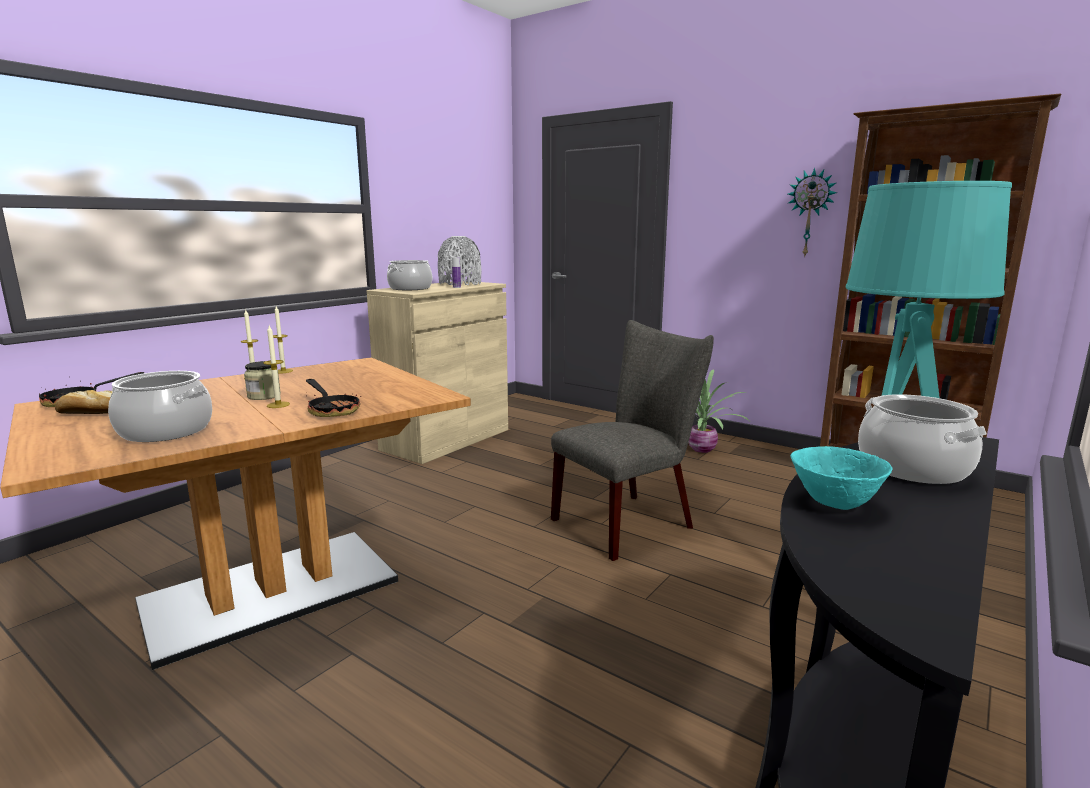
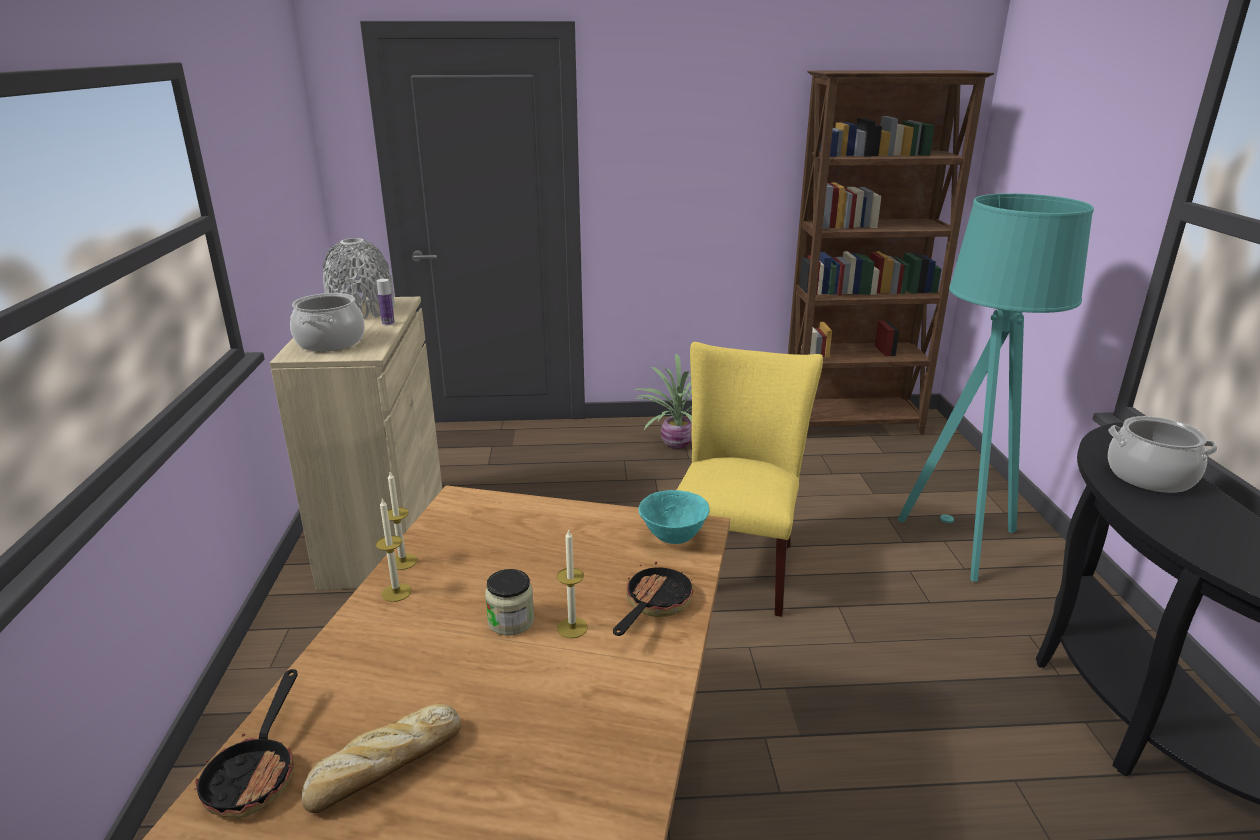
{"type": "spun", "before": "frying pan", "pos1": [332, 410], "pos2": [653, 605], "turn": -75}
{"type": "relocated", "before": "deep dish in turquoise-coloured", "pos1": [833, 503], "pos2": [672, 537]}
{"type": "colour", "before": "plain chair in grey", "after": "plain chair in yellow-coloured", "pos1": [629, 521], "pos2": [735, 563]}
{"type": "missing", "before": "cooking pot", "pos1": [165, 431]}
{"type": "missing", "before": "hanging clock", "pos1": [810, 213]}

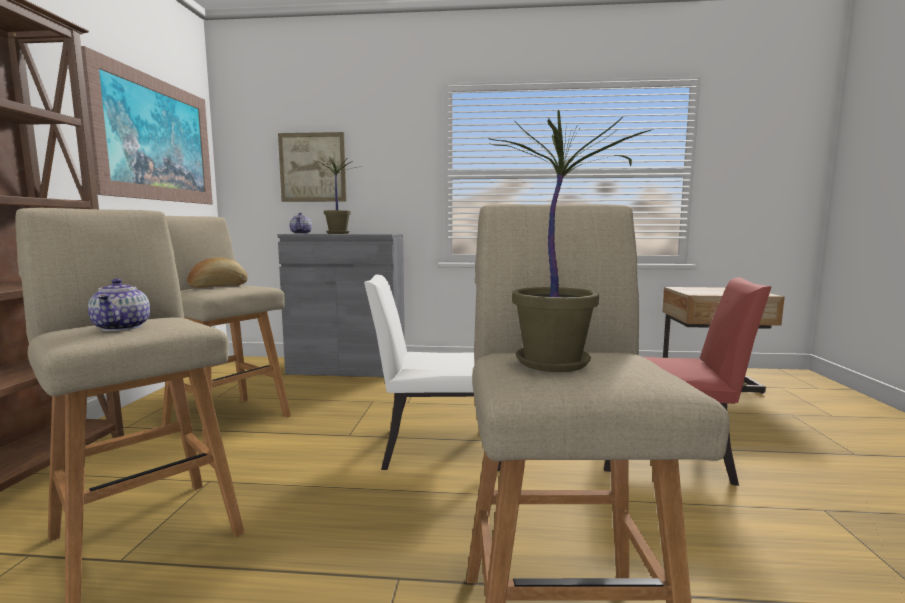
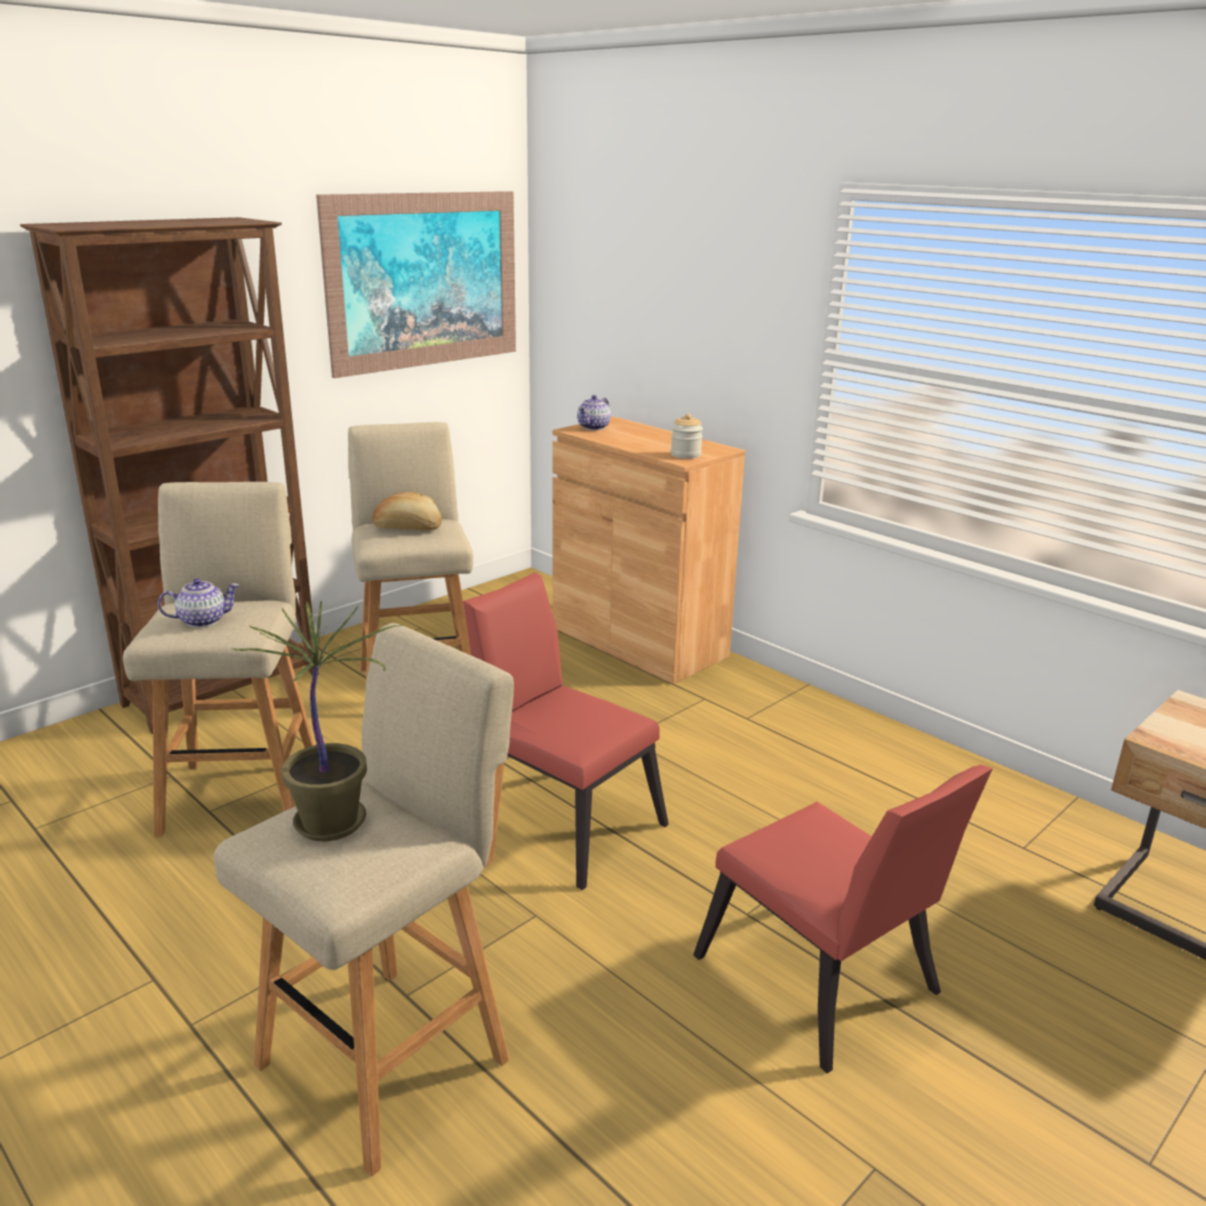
{"type": "spun", "before": "tea pot", "pos1": [122, 327], "pos2": [202, 620], "turn": -135}
{"type": "colour", "before": "plain chair in whitish", "after": "plain chair in red", "pos1": [432, 446], "pos2": [560, 819]}
{"type": "colour", "before": "cupboard in grey", "after": "cupboard in brownish", "pos1": [347, 367], "pos2": [638, 642]}
{"type": "appeared", "after": "preserve jar", "pos2": [685, 455]}
{"type": "missing", "before": "wall picture", "pos1": [312, 167]}
{"type": "missing", "before": "houseplant", "pos1": [337, 233]}

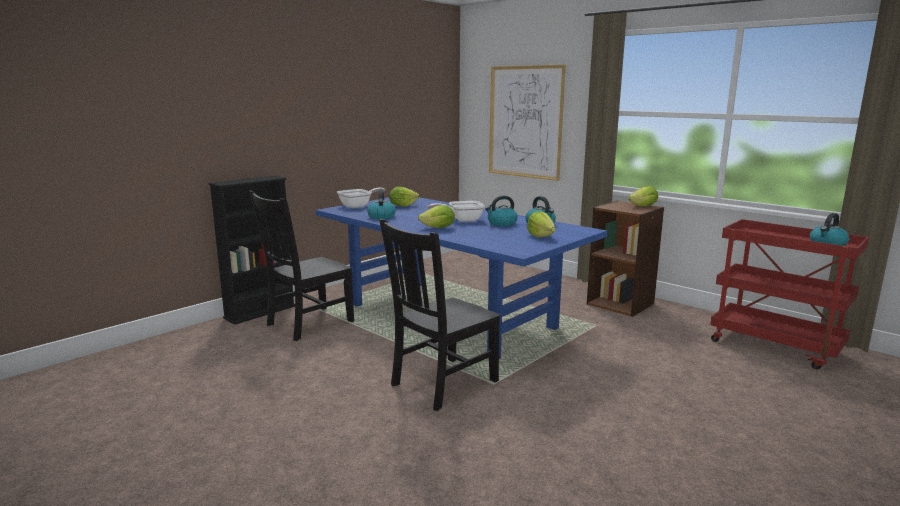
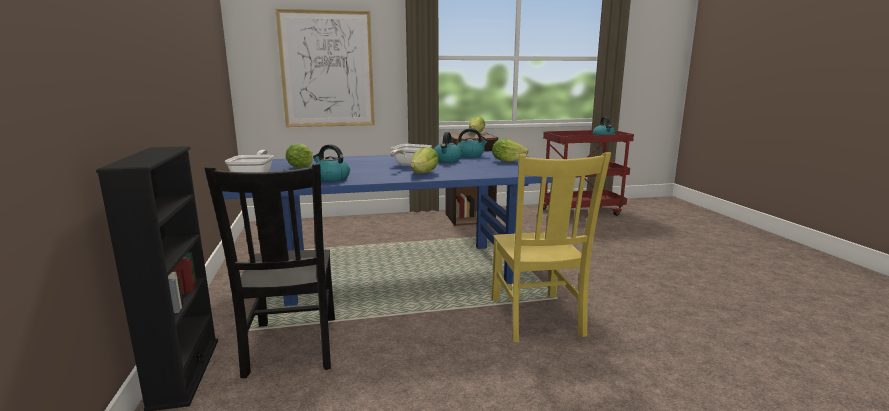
{"type": "colour", "before": "plain chair in blackish", "after": "plain chair in yellow-coloured", "pos1": [441, 384], "pos2": [536, 318]}

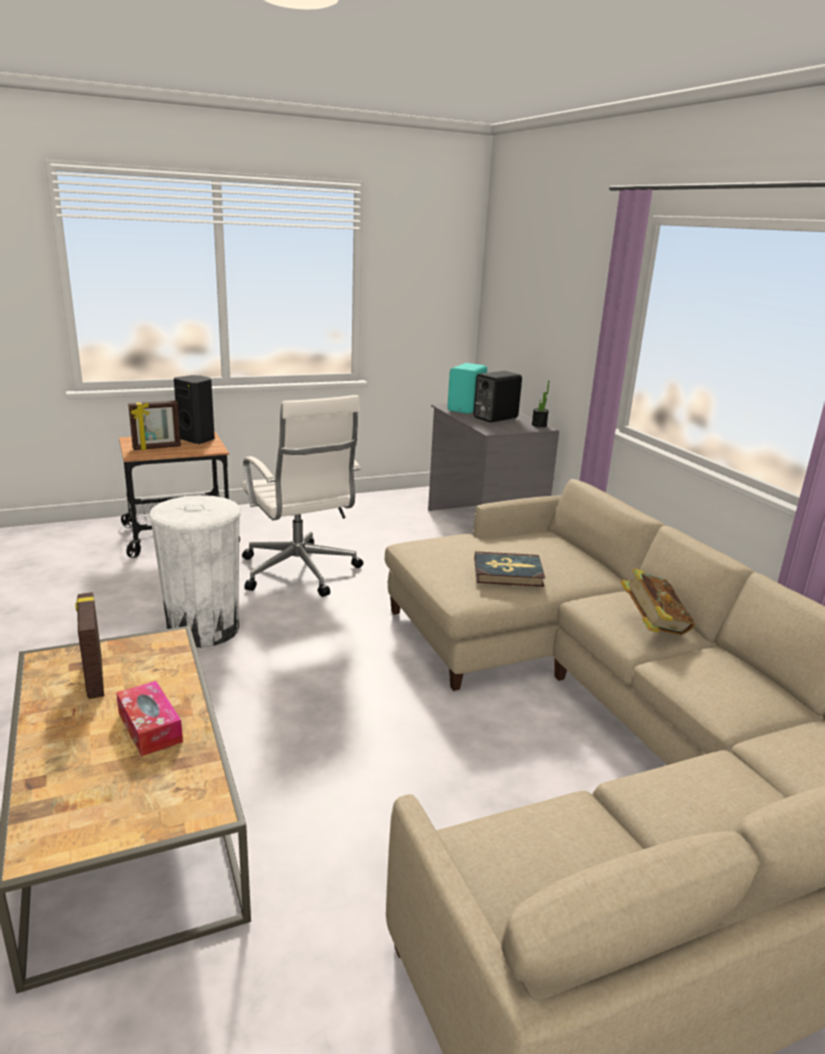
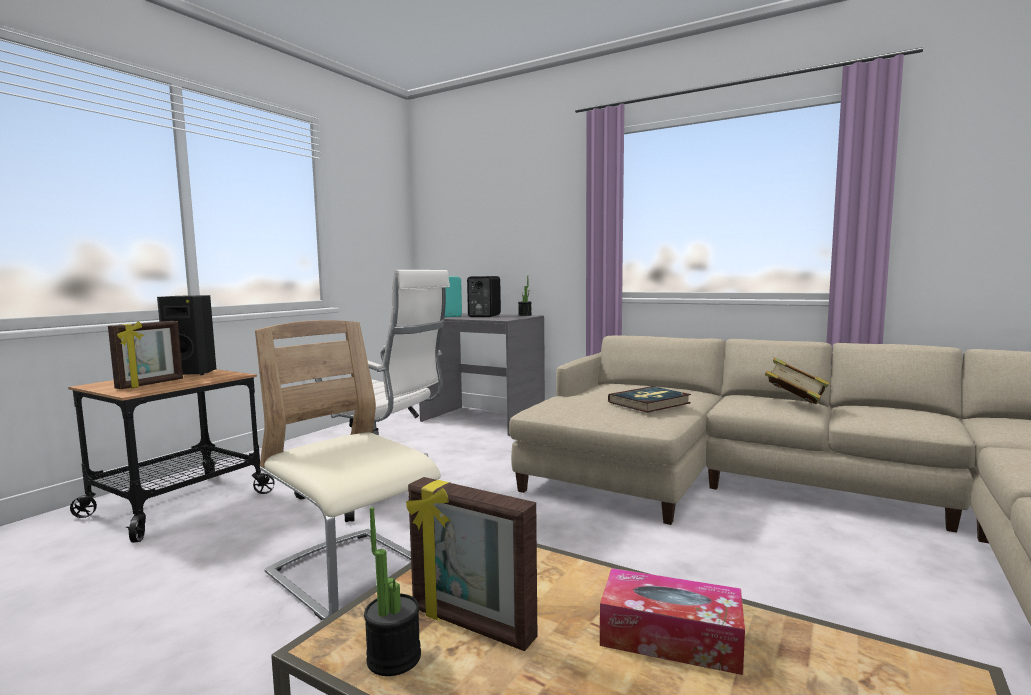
{"type": "exchanged", "before": "waste bin in whitish", "after": "plain chair in beige-coloured", "pos1": [203, 629], "pos2": [353, 574]}
{"type": "appeared", "after": "houseplant", "pos2": [394, 658]}

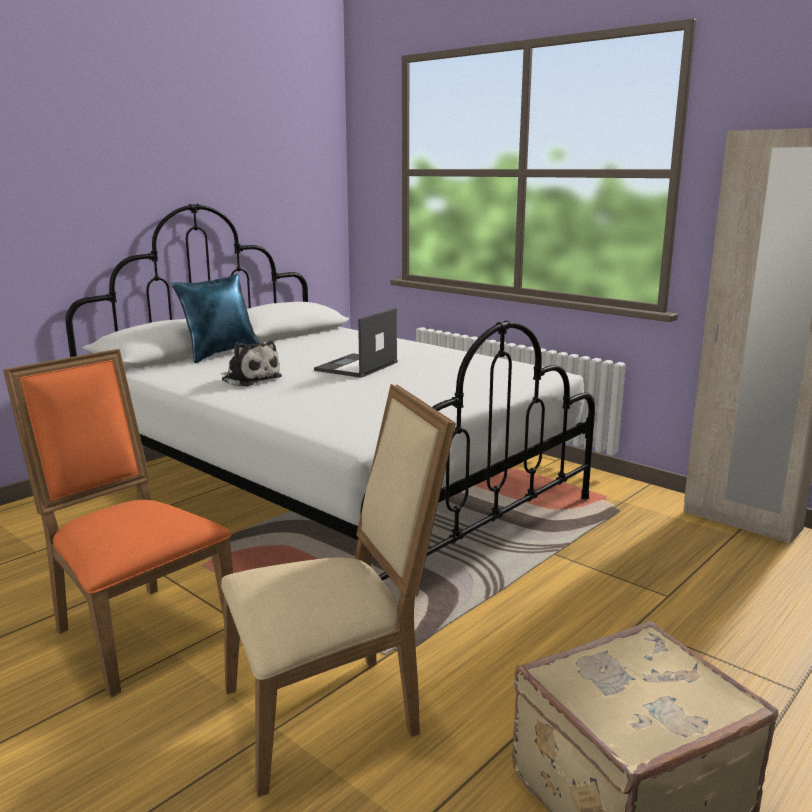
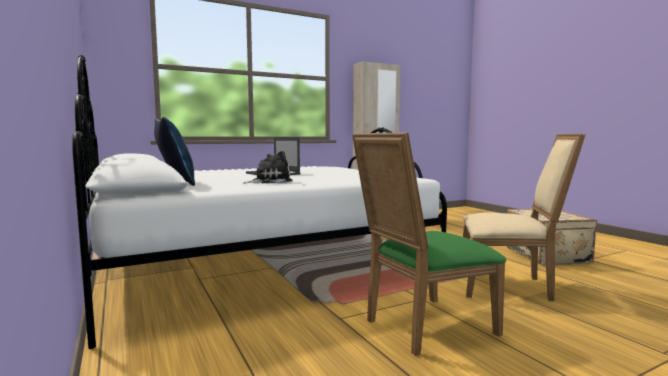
{"type": "colour", "before": "plain chair in orange-coloured", "after": "plain chair in greenish", "pos1": [136, 630], "pos2": [423, 327]}
{"type": "spun", "before": "plain chair in beige-coloured", "pos1": [332, 712], "pos2": [508, 286], "turn": 105}

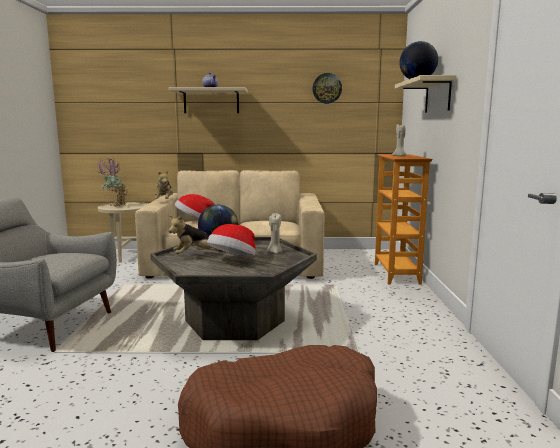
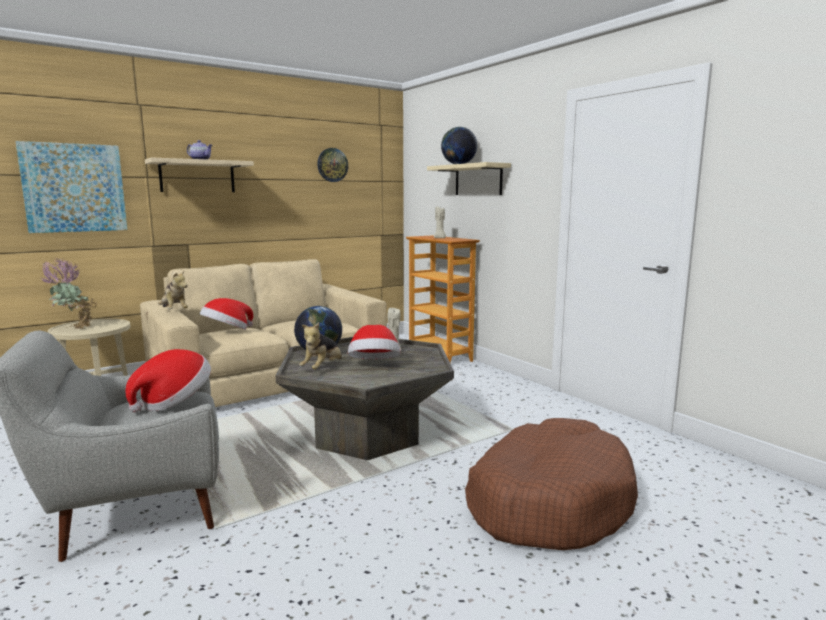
{"type": "appeared", "after": "wall picture", "pos2": [74, 188]}
{"type": "appeared", "after": "clothing hat", "pos2": [174, 402]}

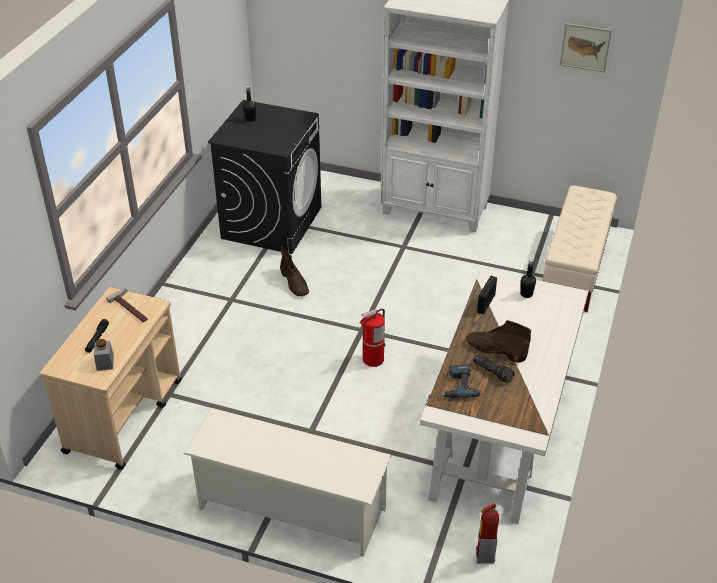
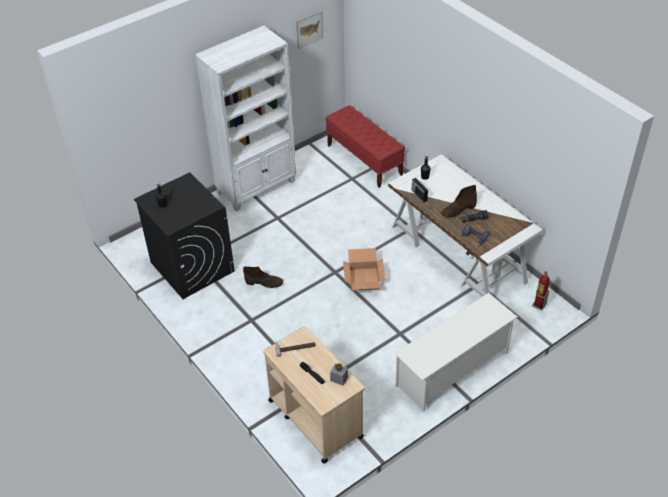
{"type": "colour", "before": "bench in beige-coloured", "after": "bench in red", "pos1": [575, 269], "pos2": [364, 160]}
{"type": "exchanged", "before": "fire extinguisher", "after": "packing box", "pos1": [373, 359], "pos2": [364, 279]}

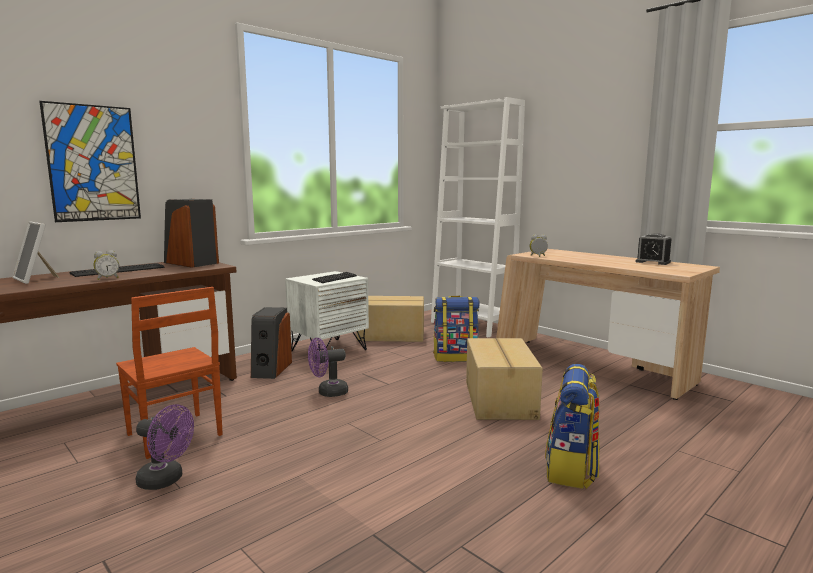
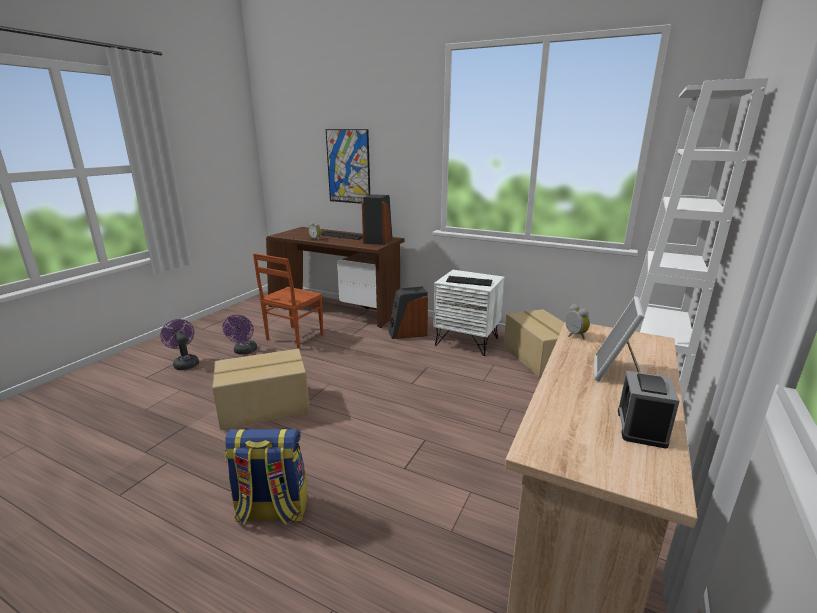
{"type": "relocated", "before": "fan in purple", "pos1": [328, 392], "pos2": [185, 363]}
{"type": "relocated", "before": "packing box", "pos1": [501, 400], "pos2": [265, 407]}
{"type": "relocated", "before": "photo frame", "pos1": [36, 279], "pos2": [615, 372]}
{"type": "missing", "before": "backpack", "pos1": [455, 357]}

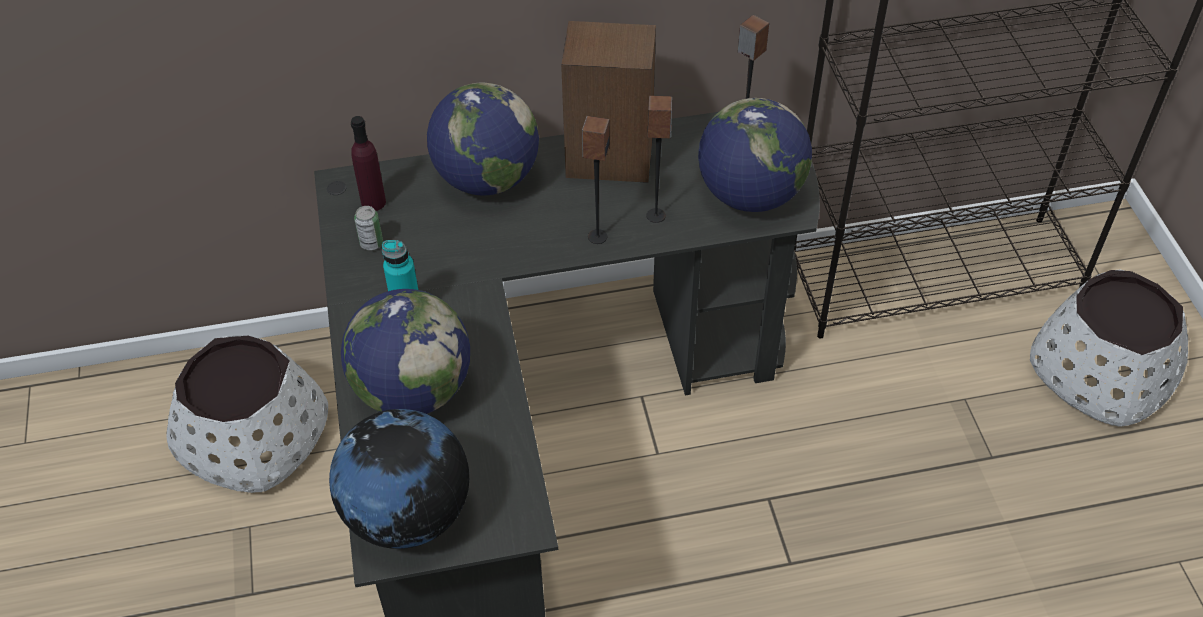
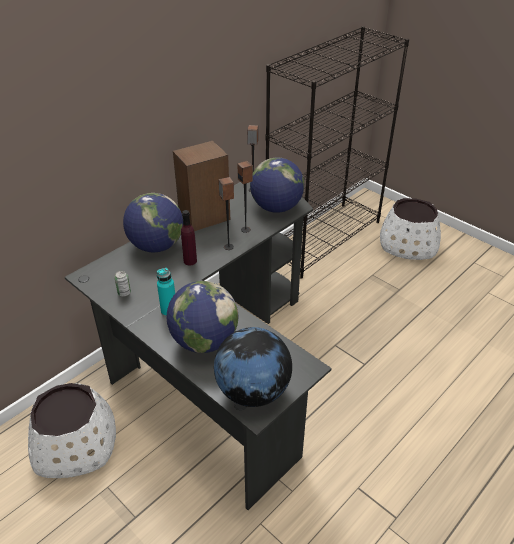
{"type": "relocated", "before": "drink bottle in purple", "pos1": [373, 202], "pos2": [190, 261]}

